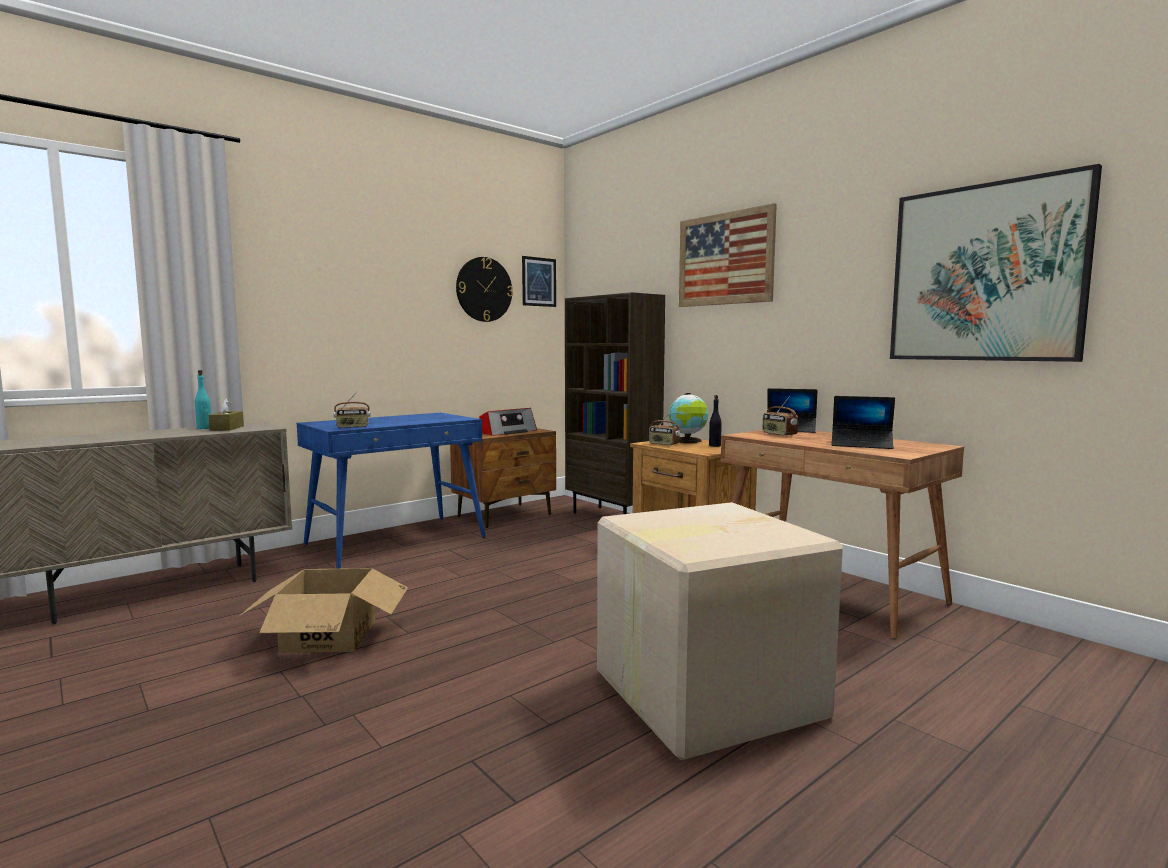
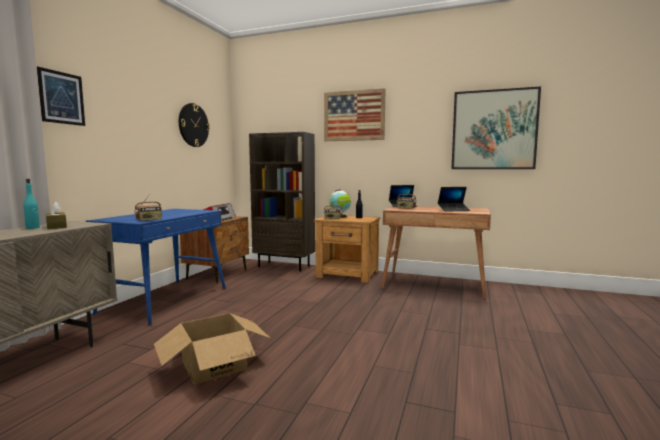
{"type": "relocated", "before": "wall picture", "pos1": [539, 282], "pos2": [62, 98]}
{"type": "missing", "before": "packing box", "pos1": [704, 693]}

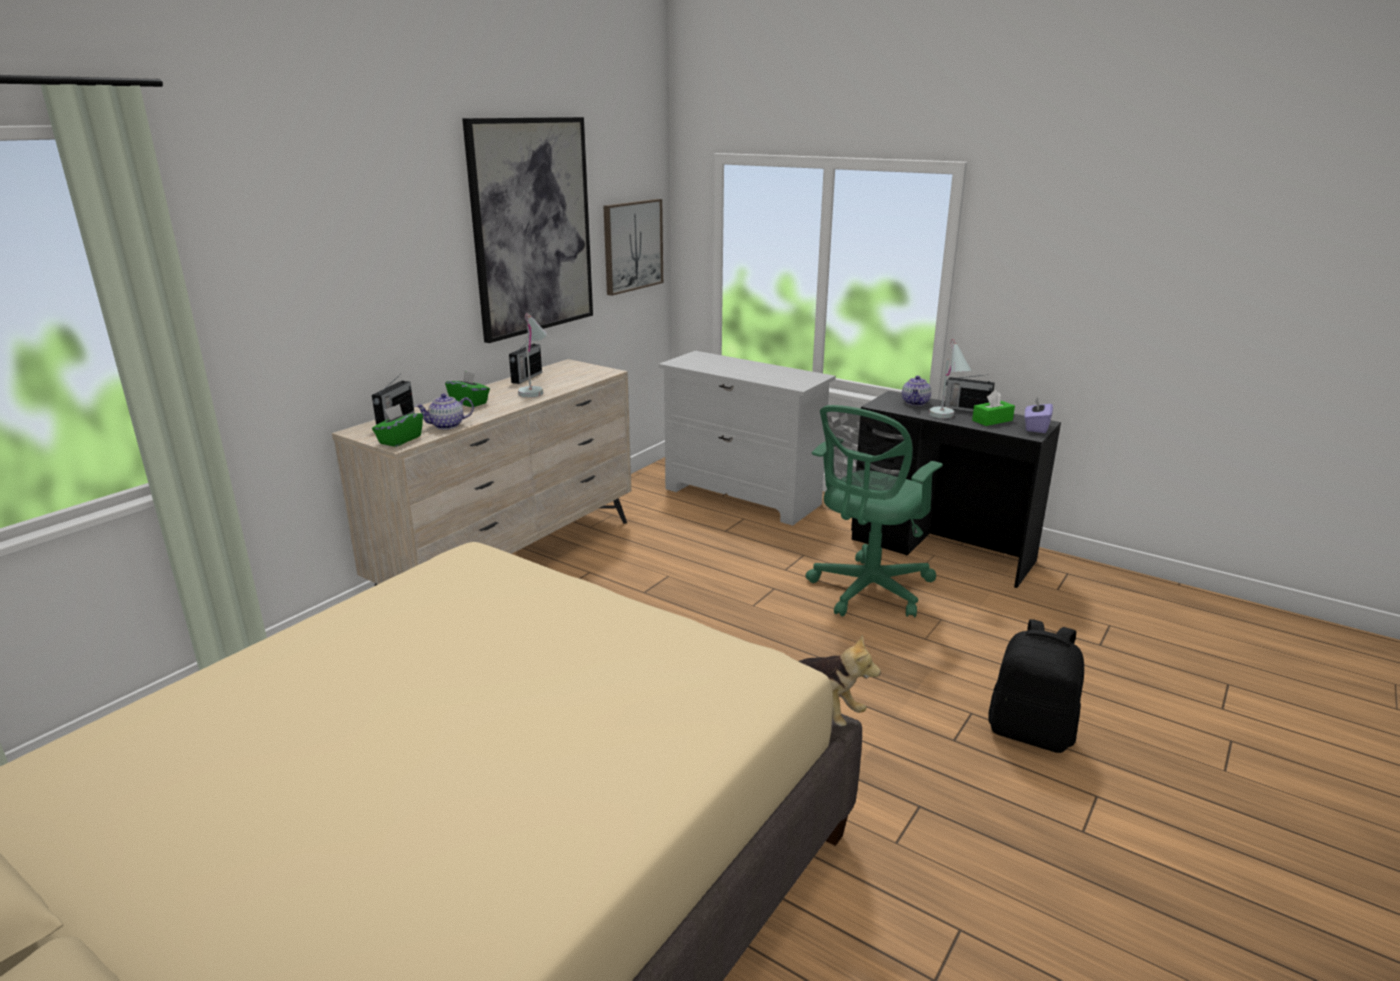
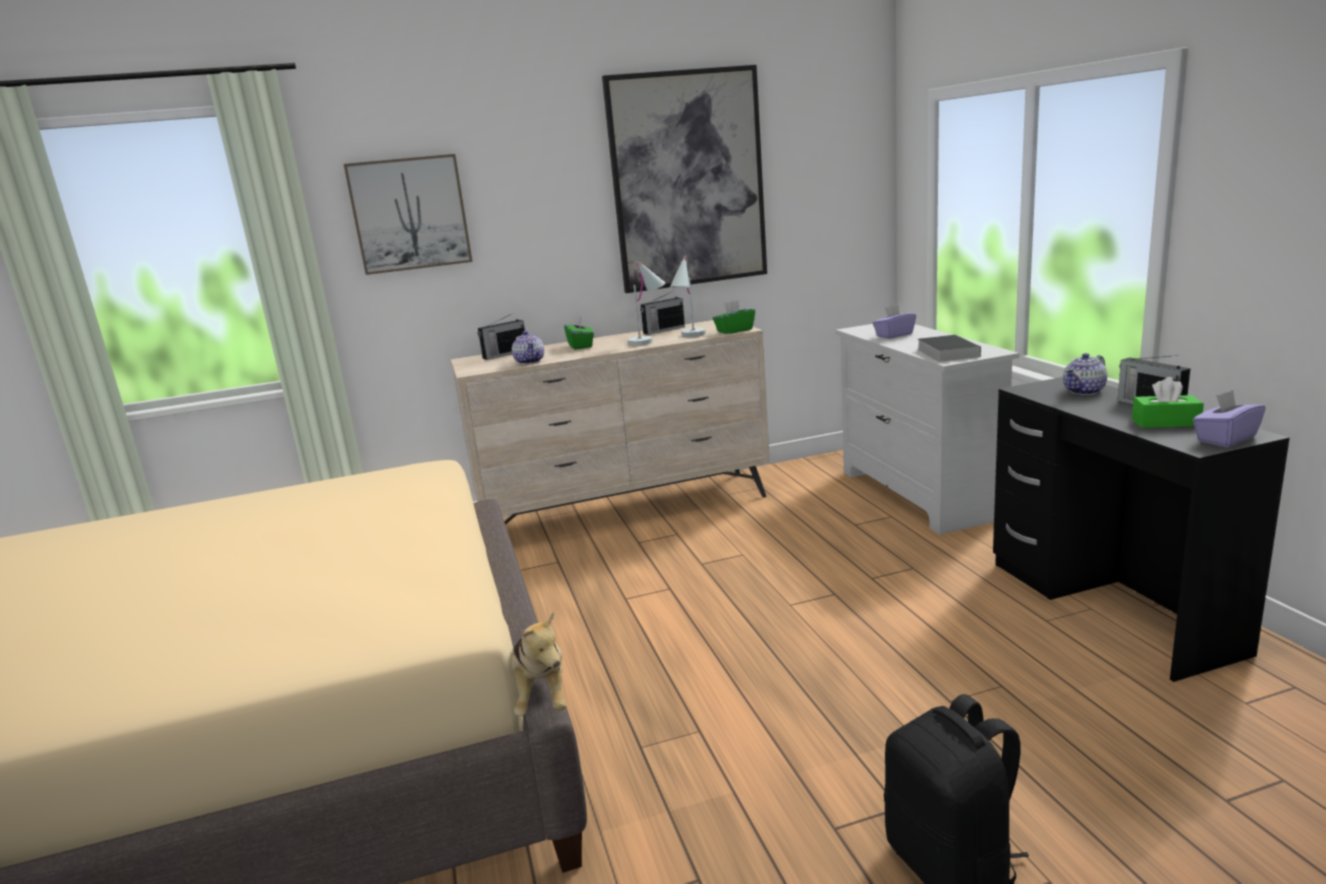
{"type": "relocated", "before": "wall picture", "pos1": [632, 246], "pos2": [410, 214]}
{"type": "spun", "before": "tea pot", "pos1": [447, 425], "pos2": [530, 361], "turn": -120}
{"type": "relocated", "before": "table lamp in whitish", "pos1": [947, 418], "pos2": [689, 337]}
{"type": "relocated", "before": "box of tissues in greenish", "pos1": [400, 440], "pos2": [734, 330]}
{"type": "appeared", "after": "box of tissues in purple", "pos2": [894, 335]}
{"type": "appeared", "after": "book", "pos2": [946, 352]}
{"type": "missing", "before": "office chair in greenish", "pos1": [867, 591]}

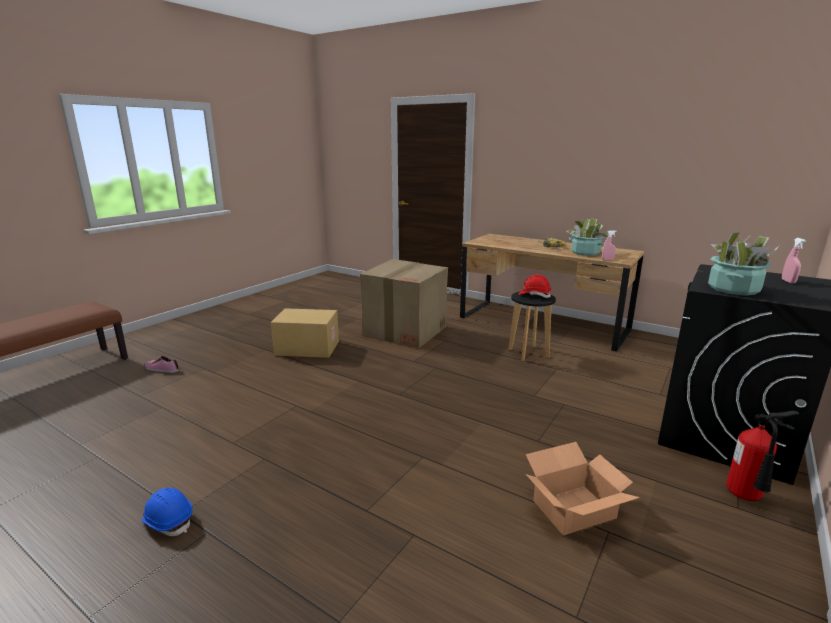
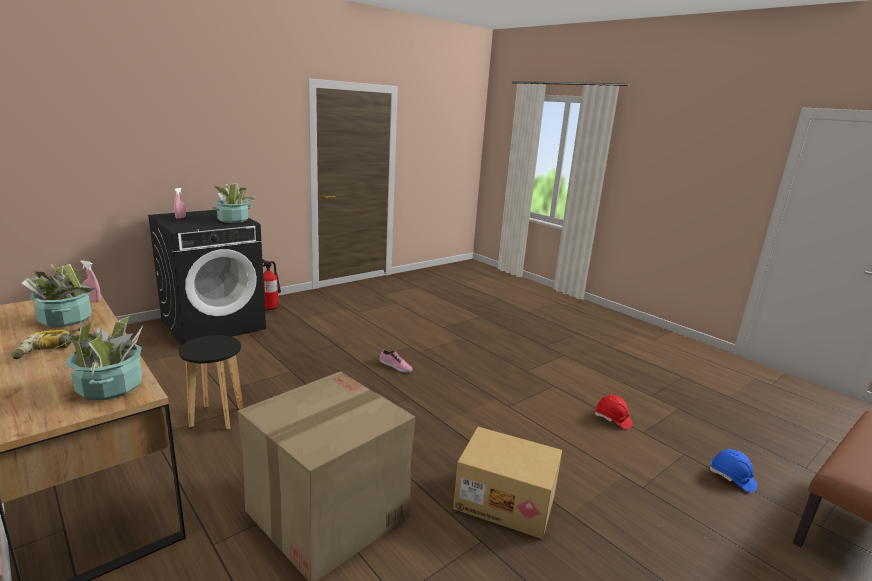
{"type": "appeared", "after": "houseplant", "pos2": [110, 387]}
{"type": "relocated", "before": "item of footwear", "pos1": [162, 369], "pos2": [395, 366]}
{"type": "relocated", "before": "hard hat in red", "pos1": [534, 295], "pos2": [612, 419]}
{"type": "relocated", "before": "hard hat in bluish", "pos1": [168, 521], "pos2": [732, 478]}
{"type": "missing", "before": "packing box", "pos1": [573, 509]}

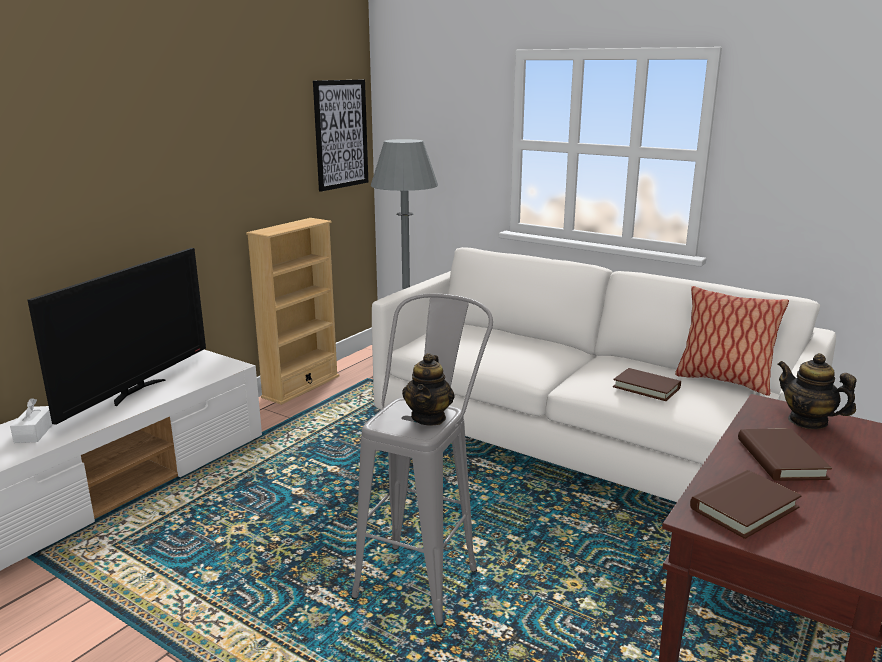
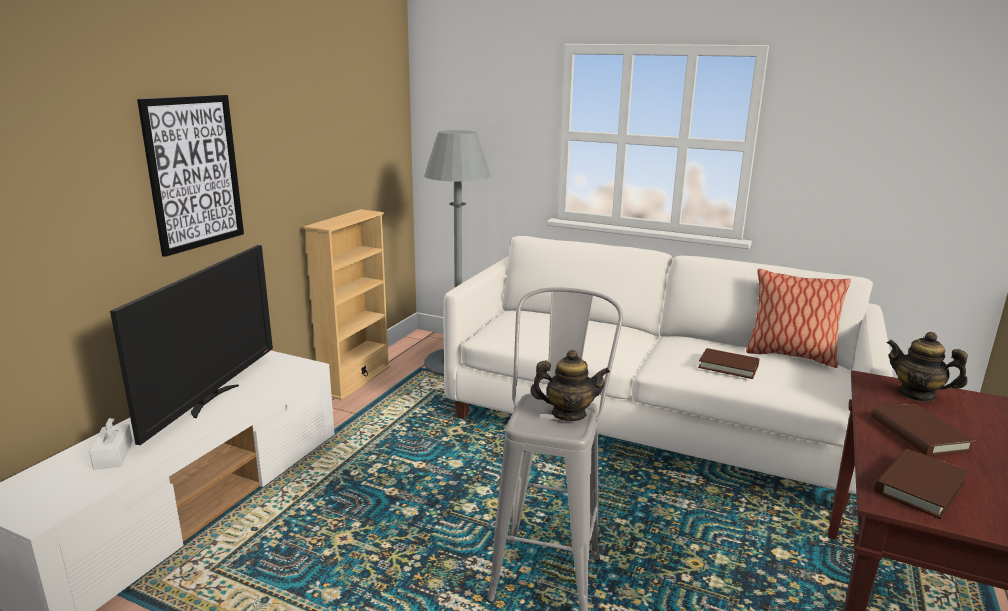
{"type": "relocated", "before": "wall picture", "pos1": [341, 134], "pos2": [194, 173]}
{"type": "spun", "before": "tea pot", "pos1": [429, 418], "pos2": [568, 414], "turn": -90}

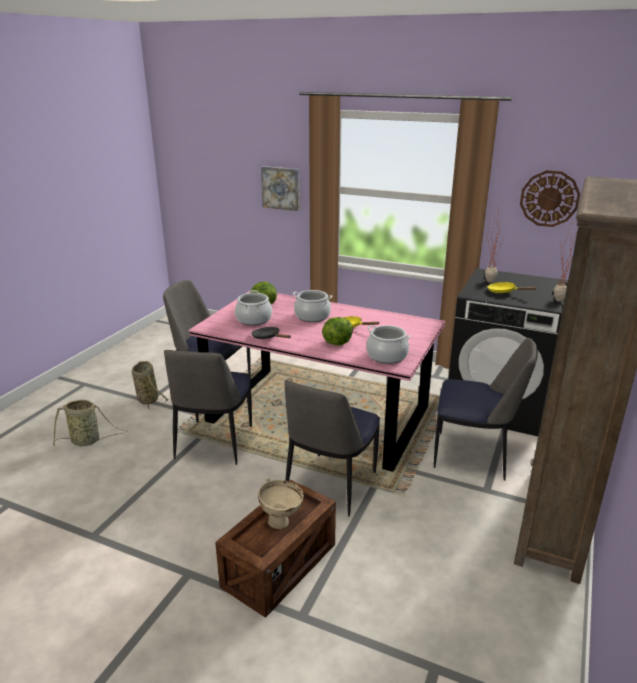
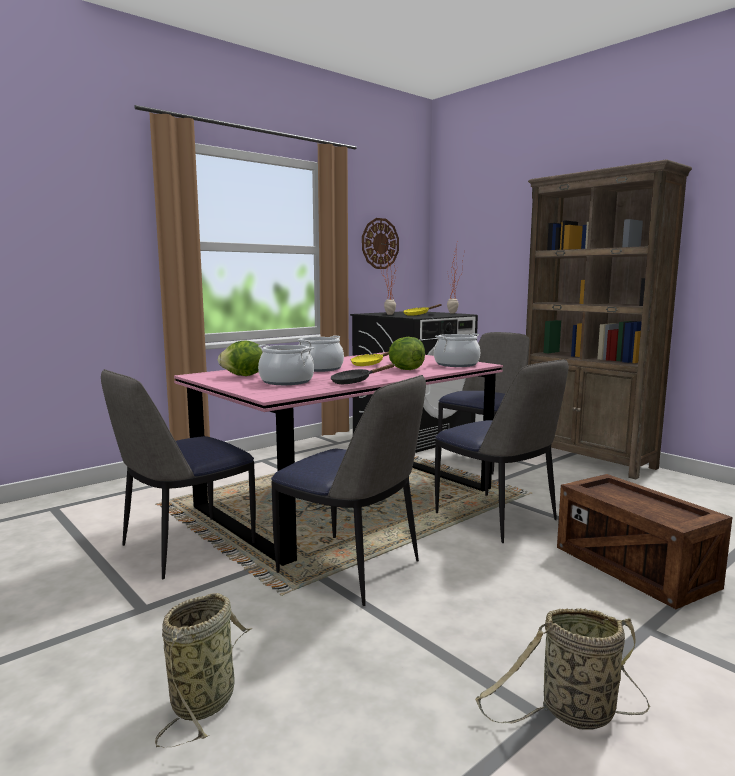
{"type": "relocated", "before": "household basket", "pos1": [147, 399], "pos2": [573, 714]}
{"type": "missing", "before": "deep dish in beige-coloured", "pos1": [281, 521]}
{"type": "missing", "before": "wall picture", "pos1": [281, 188]}

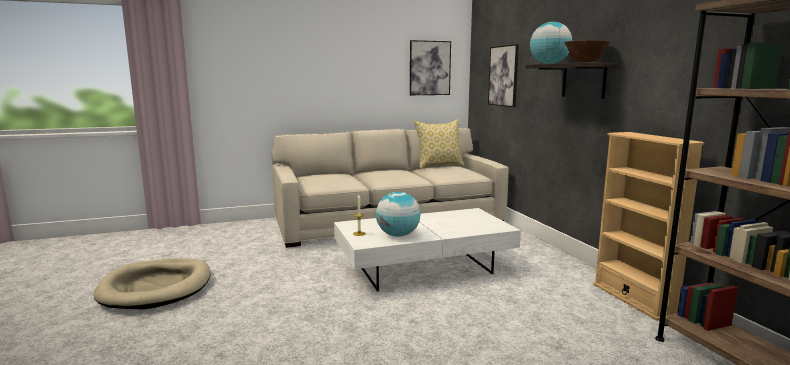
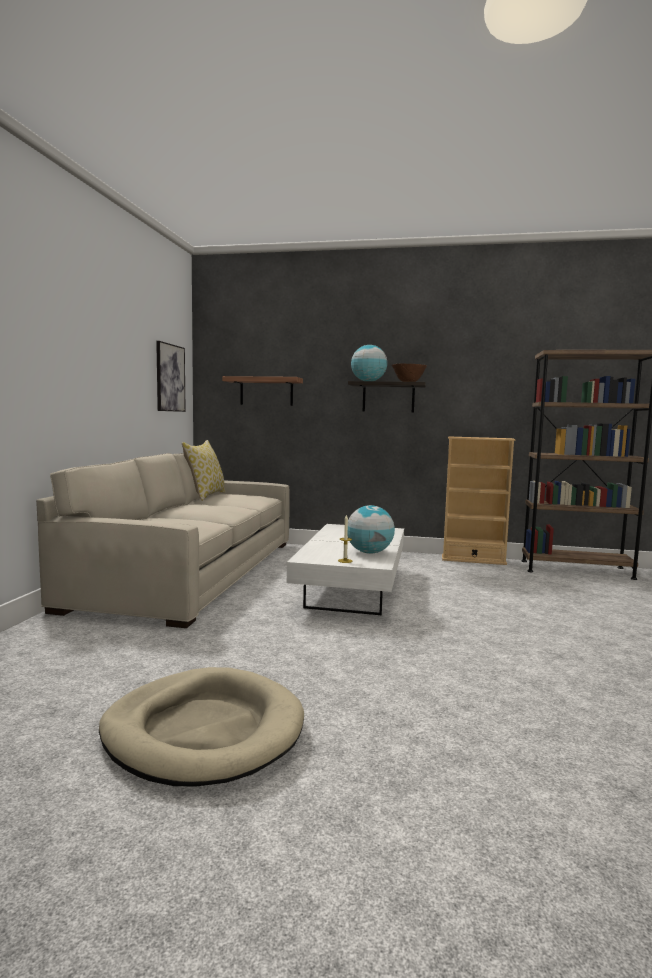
{"type": "exchanged", "before": "wall picture", "after": "bracket shelf", "pos1": [503, 76], "pos2": [266, 391]}

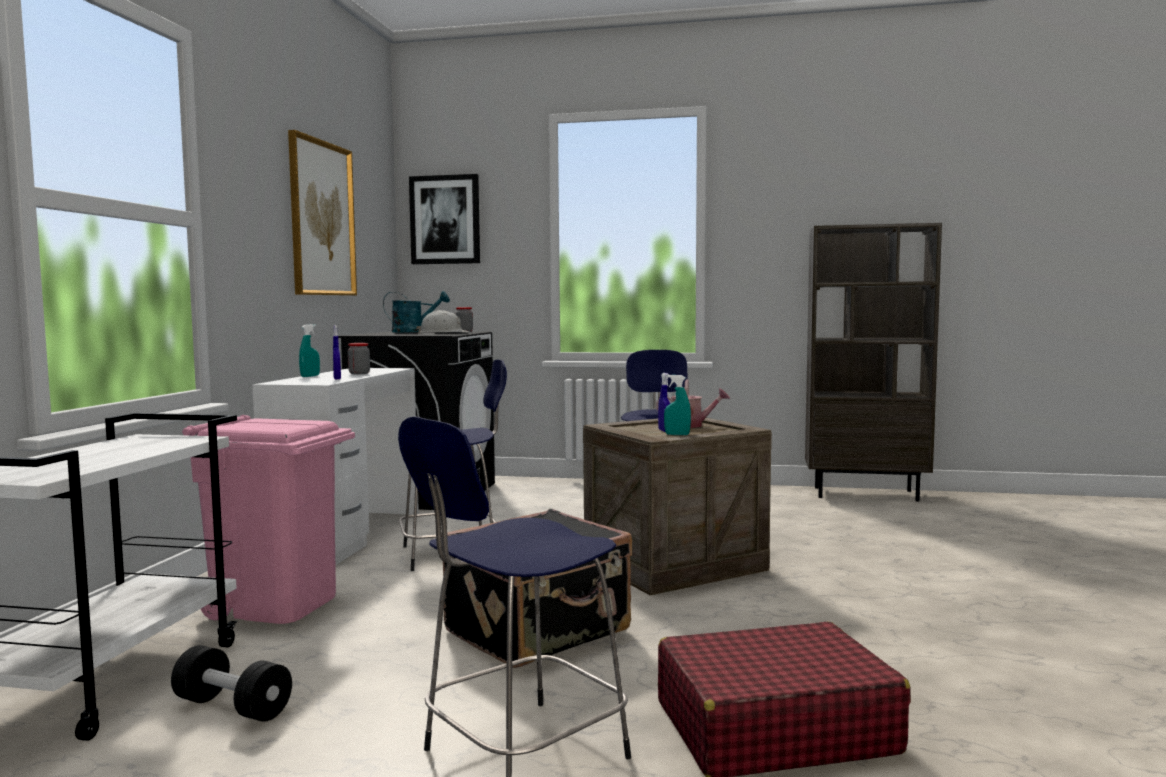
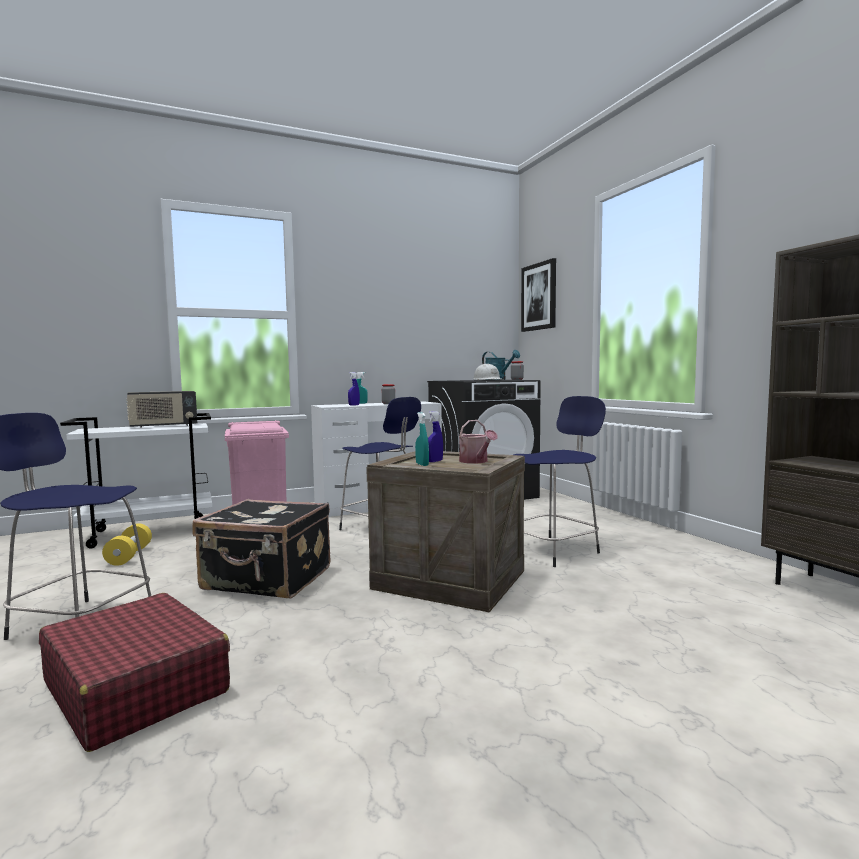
{"type": "colour", "before": "dumbbell in blackish", "after": "dumbbell in yellow-coloured", "pos1": [232, 707], "pos2": [129, 556]}
{"type": "appeared", "after": "radio receiver", "pos2": [163, 426]}
{"type": "missing", "before": "wall picture", "pos1": [321, 219]}

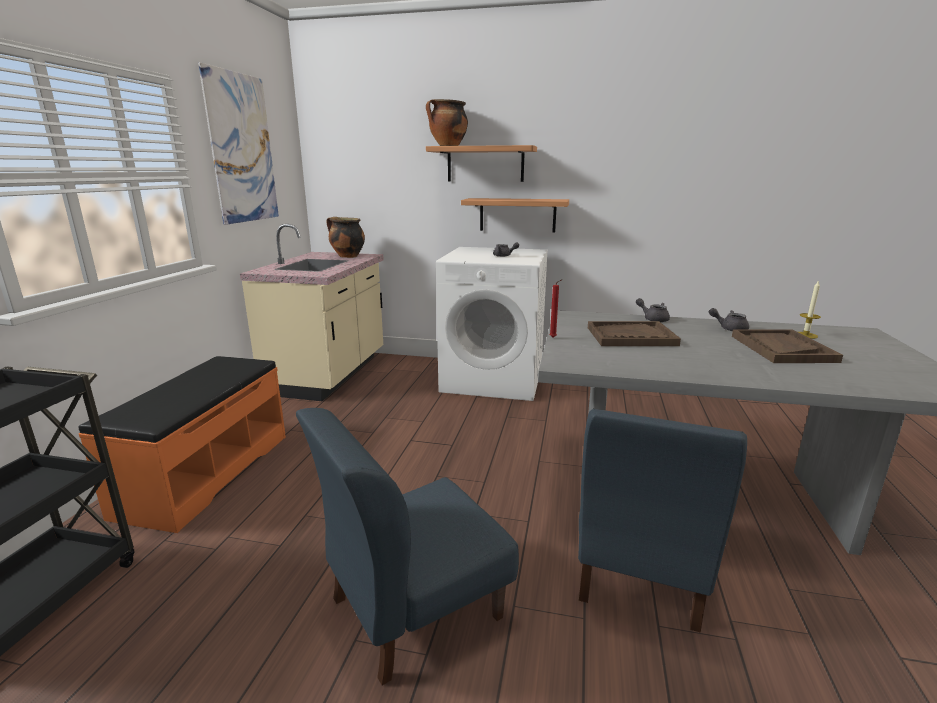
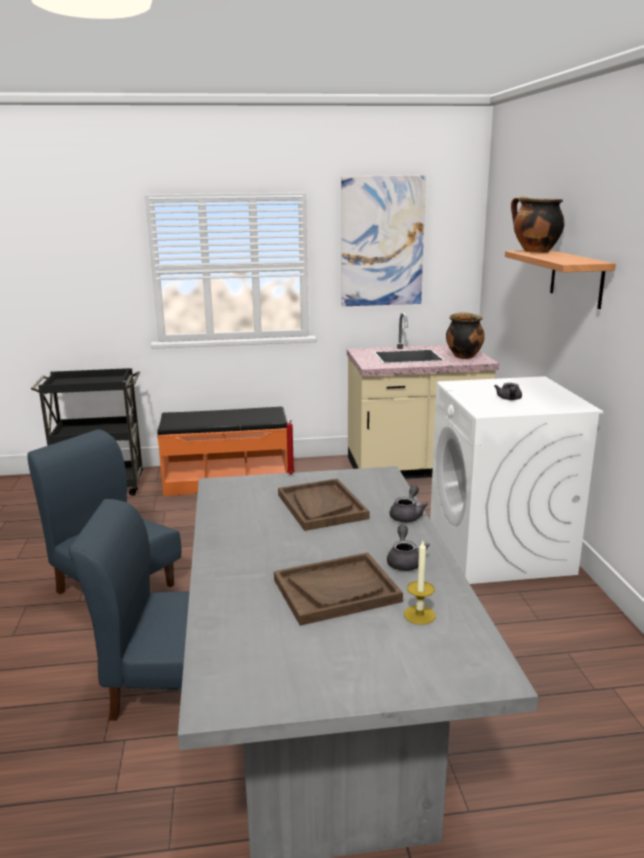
{"type": "missing", "before": "bracket shelf", "pos1": [517, 215]}

